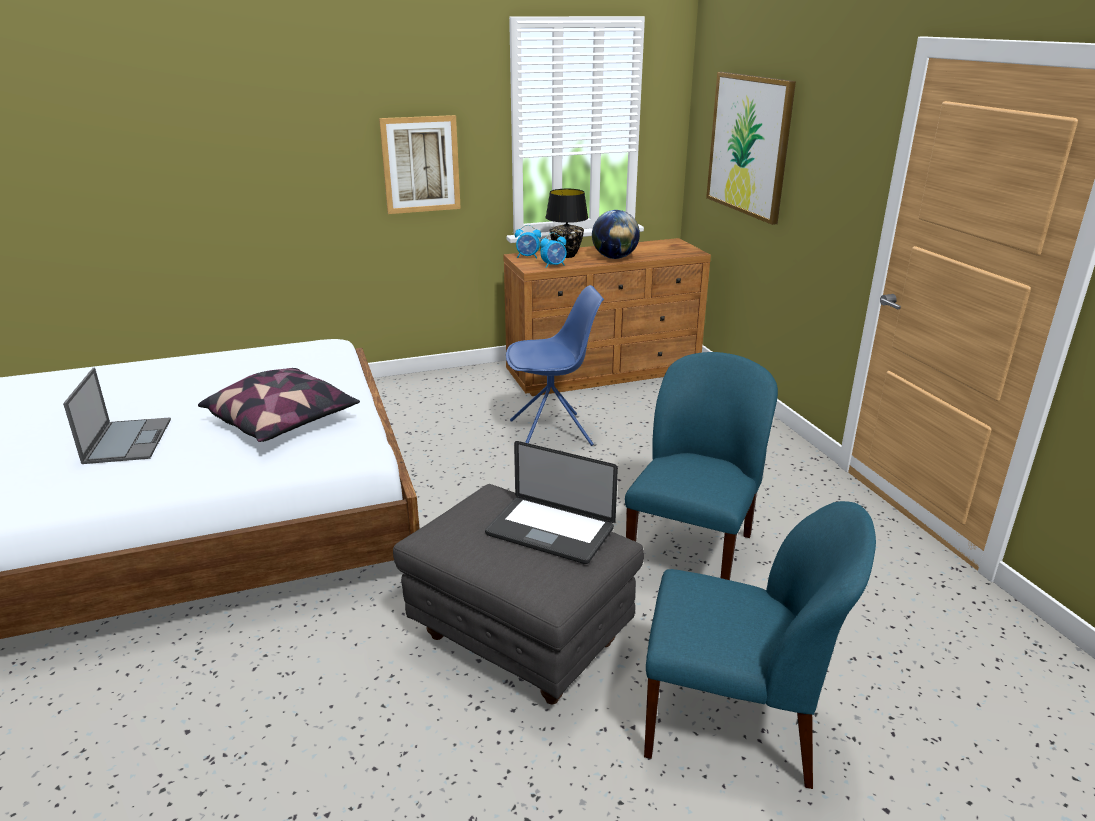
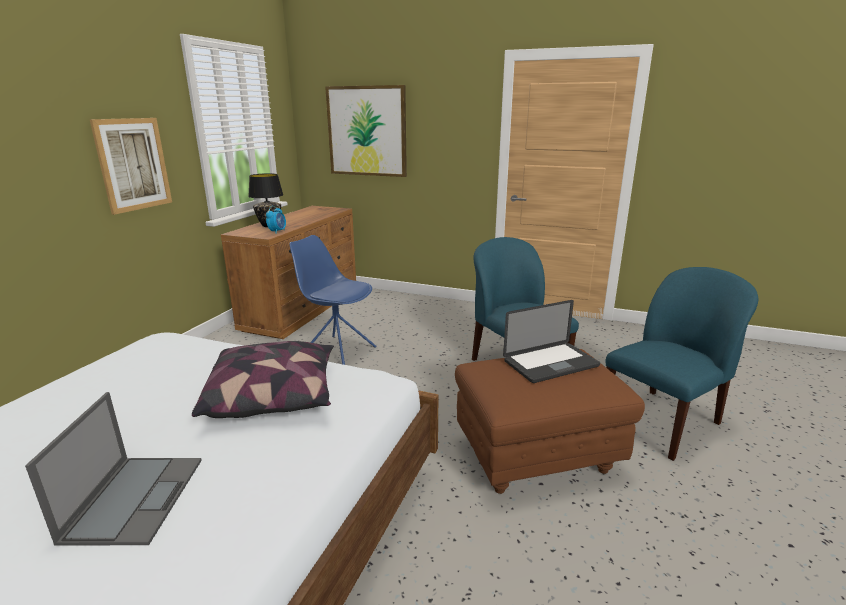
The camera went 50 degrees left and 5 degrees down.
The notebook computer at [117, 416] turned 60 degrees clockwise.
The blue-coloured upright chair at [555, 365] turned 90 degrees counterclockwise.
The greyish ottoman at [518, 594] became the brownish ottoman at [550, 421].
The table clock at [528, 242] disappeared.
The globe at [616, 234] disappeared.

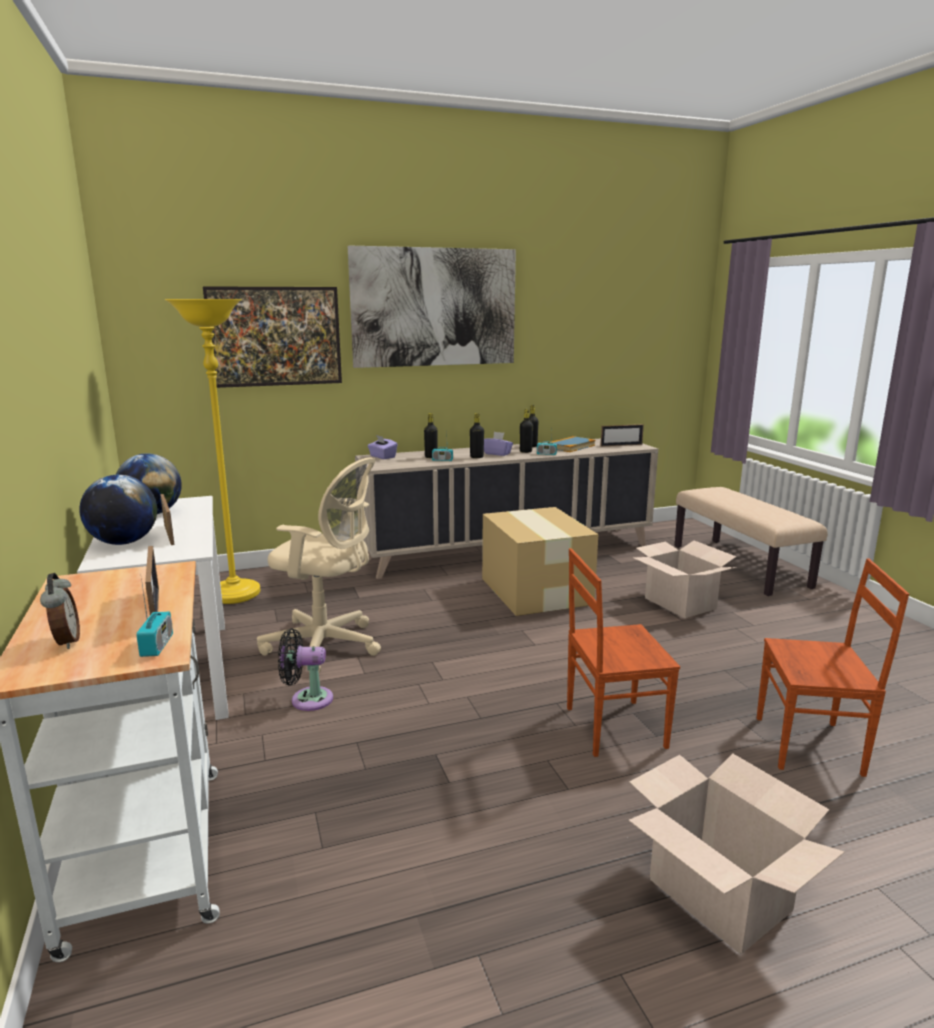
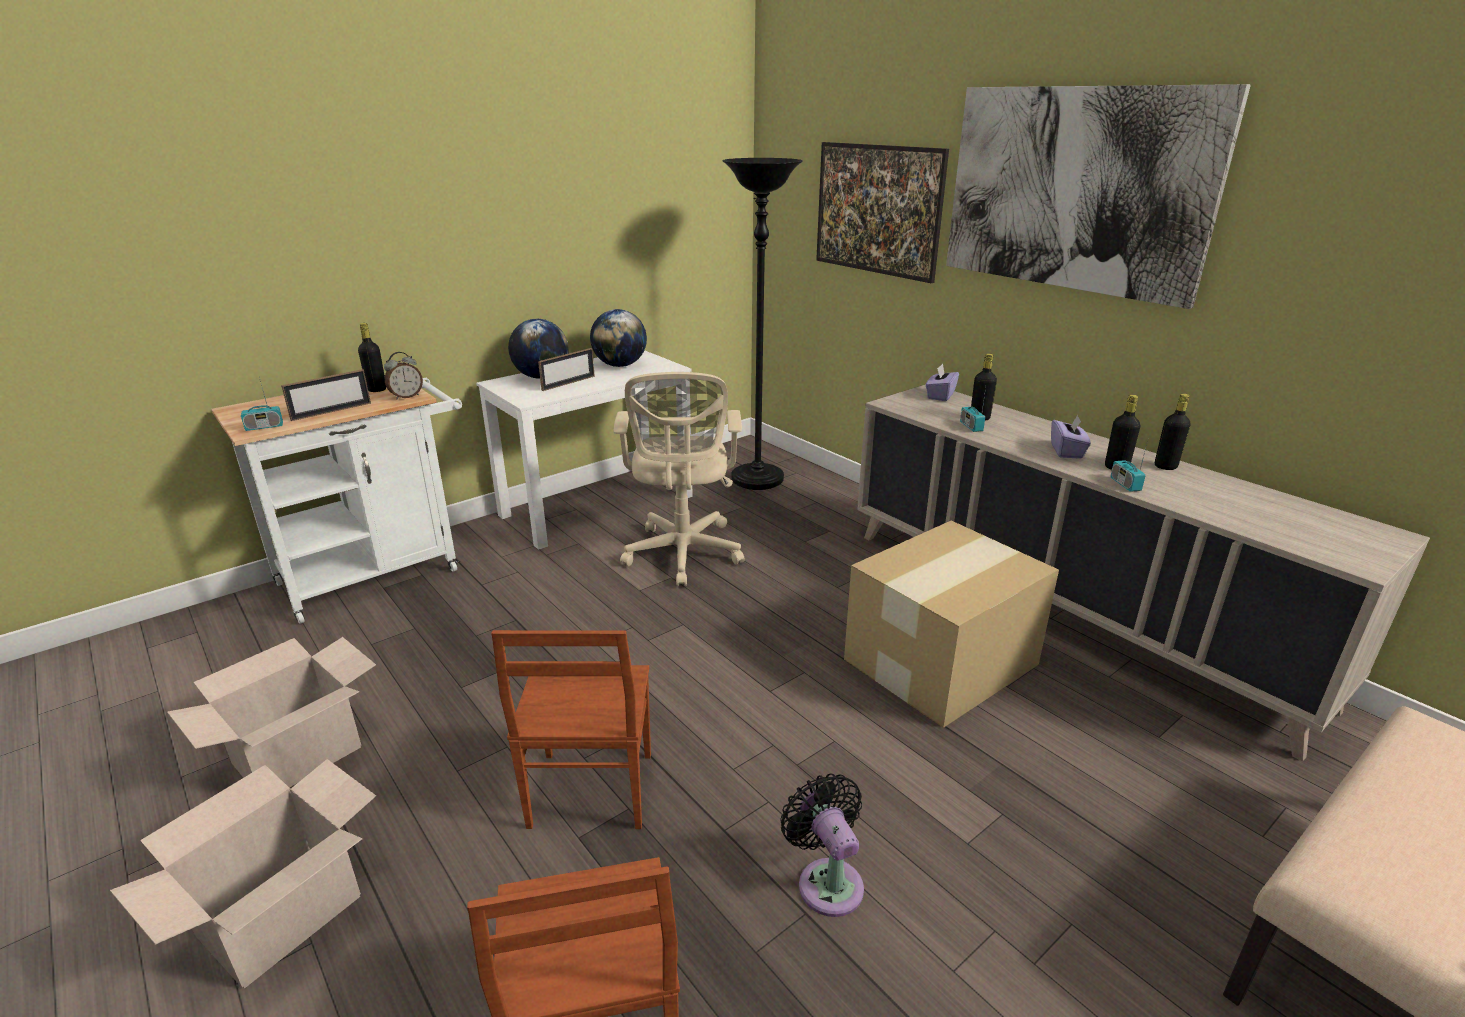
The camera went 70 degrees right and 10 degrees up.
The cardboard box moved from [685, 579] to [271, 712].
The black-coloured drink bottle moved from [477, 435] to [372, 357].
The table clock moved from [60, 611] to [403, 376].
The brownish upright chair at [623, 652] turned 150 degrees counterclockwise.
The yellow-coloured floor lamp at [212, 451] became the black-coloured floor lamp at [762, 324].
The black-coloured fan moved from [305, 670] to [822, 845].
The volume at [571, 444] disappeared.
The standing frame at [622, 435] disappeared.

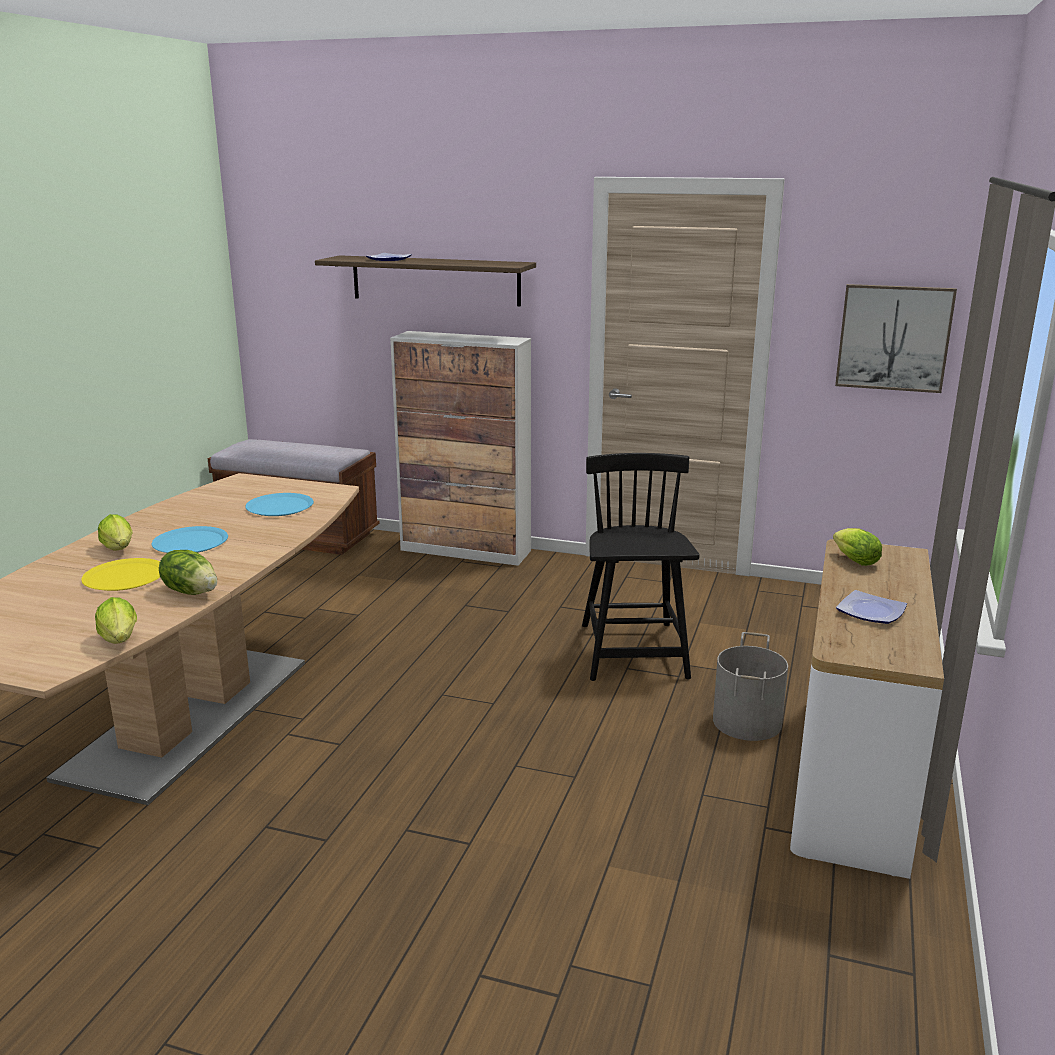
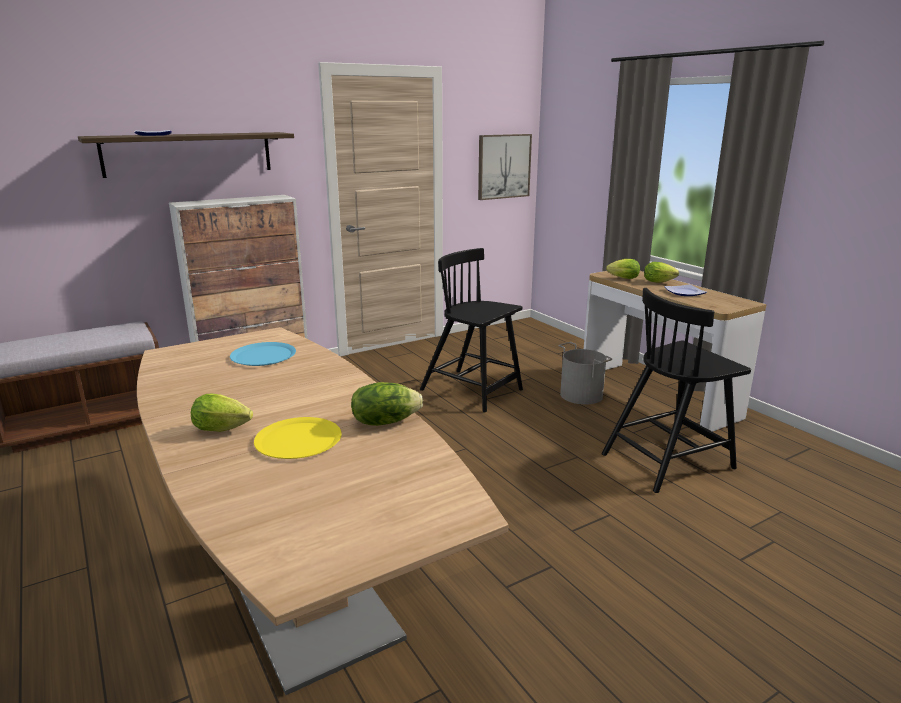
The camera went 50 degrees left and 0 degrees up.
The black-coloured upright chair at [676, 390] appeared.
The lettuce moved from [116, 620] to [661, 272].
The blue-coloured flat dish at [190, 539] disappeared.

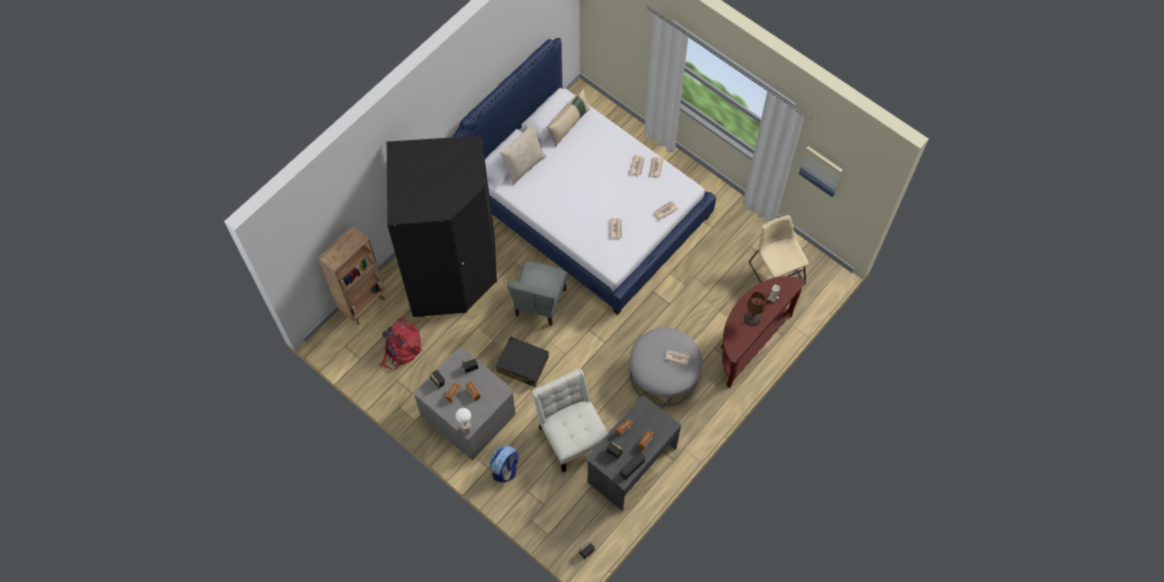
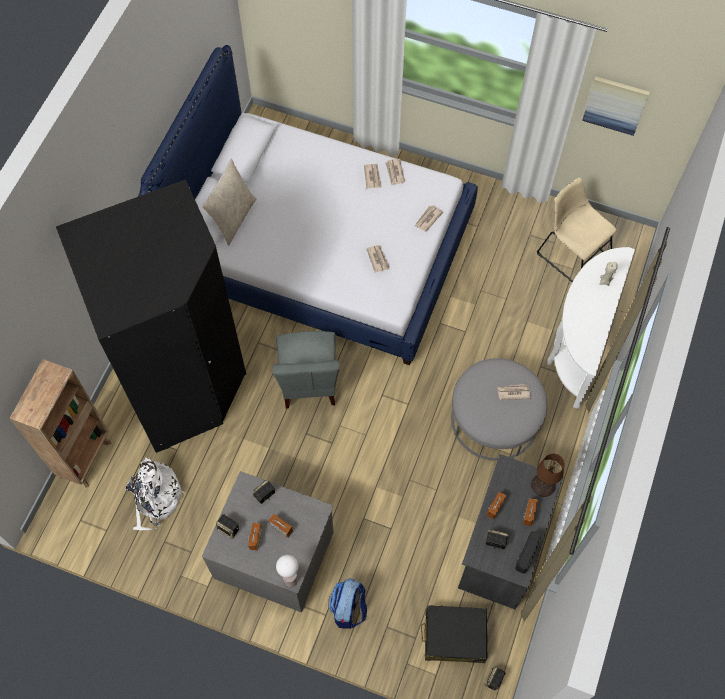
The camera went 20 degrees left and 0 degrees up.
The red backpack at [400, 343] became the white backpack at [155, 493].
The black-coloured suitcase moved from [522, 361] to [454, 634].
The brownish table lamp moved from [755, 309] to [548, 475].
The brownish hall table at [763, 332] became the white hall table at [591, 328].
The white upright chair at [570, 420] disappeared.
The sand-coloured throw pillow at [568, 117] disappeared.

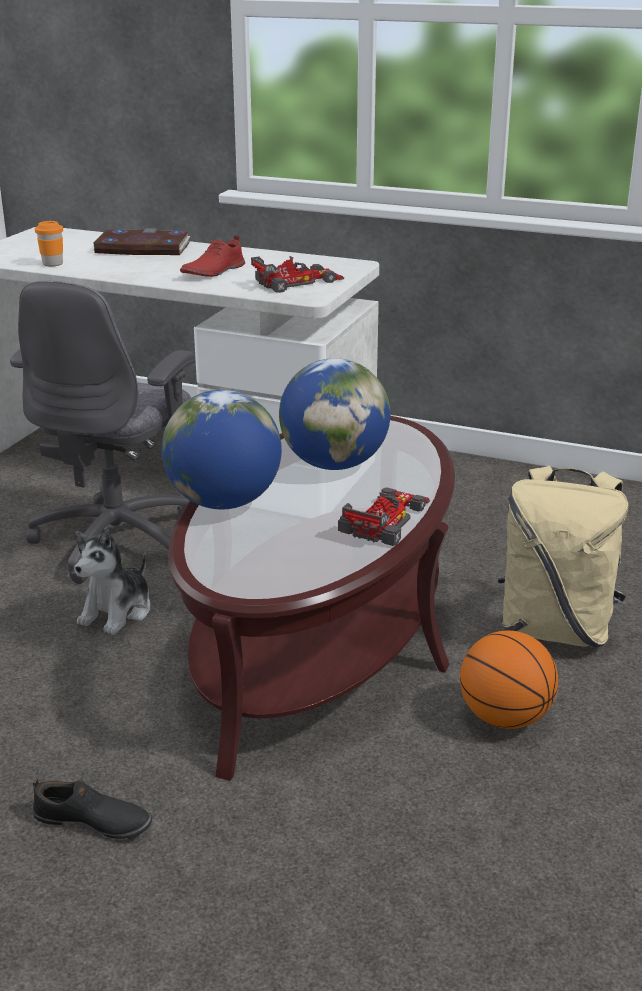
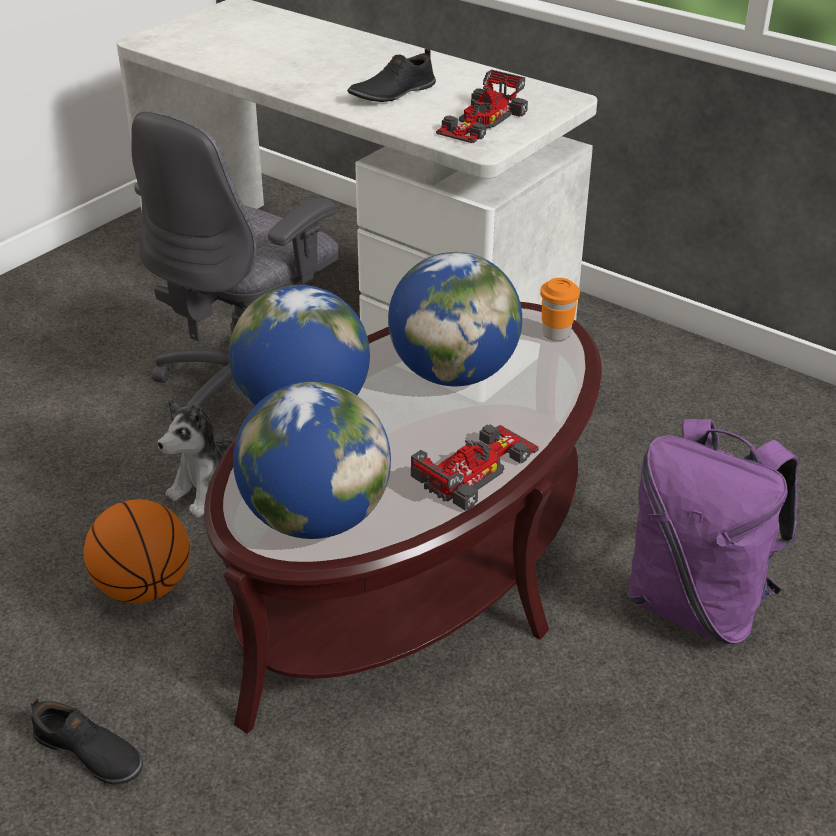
The camera went 15 degrees right and 10 degrees up.
The basketball moved from [509, 680] to [137, 551].
The globe at [312, 460] appeared.
The red item of footwear at [212, 256] became the black-coloured item of footwear at [391, 75].
The toy car at [297, 274] turned 135 degrees clockwise.
The orange-coloured cup moved from [49, 243] to [560, 309].
The sand-coloured backpack at [563, 556] became the purple-coloured backpack at [713, 531].
The volume at [141, 241] disappeared.

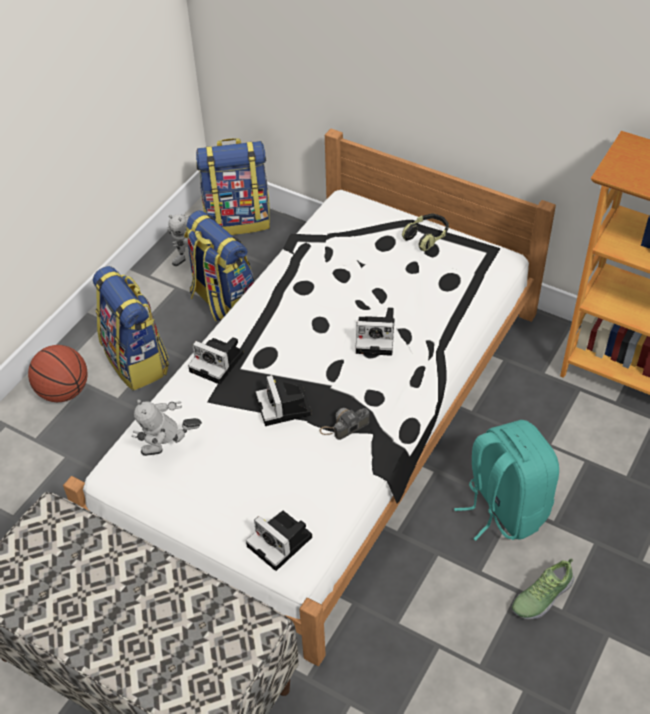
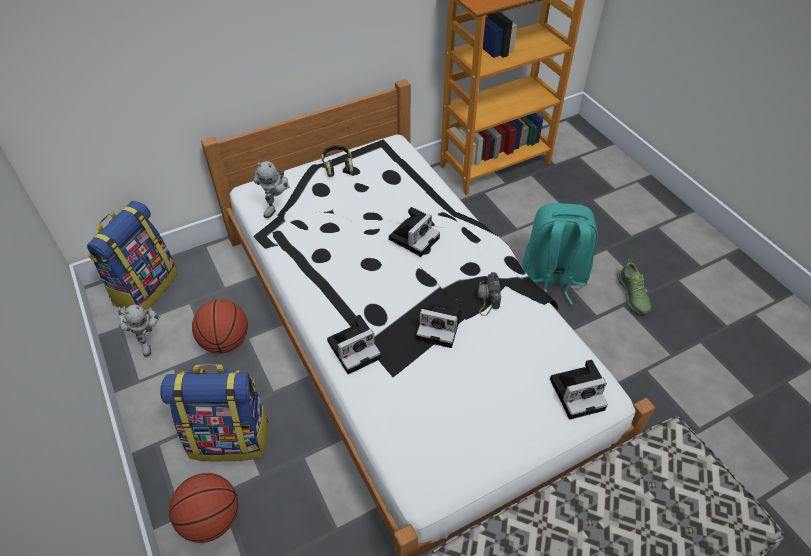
The camera went 60 degrees left and 0 degrees up.
The backpack at [219, 265] was replaced by the basketball at [220, 326].
The model robot moved from [167, 427] to [271, 189].

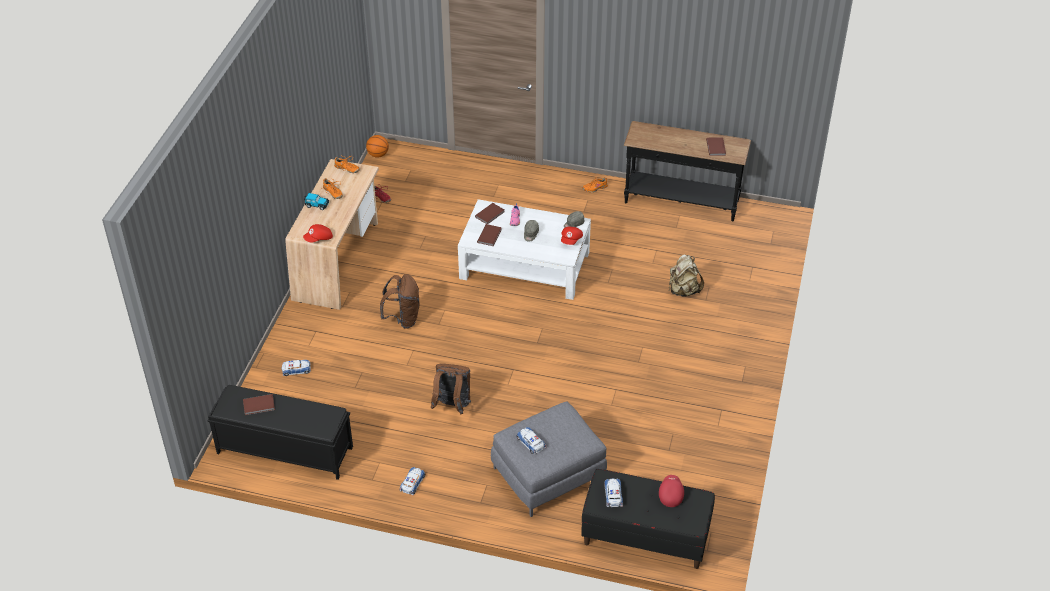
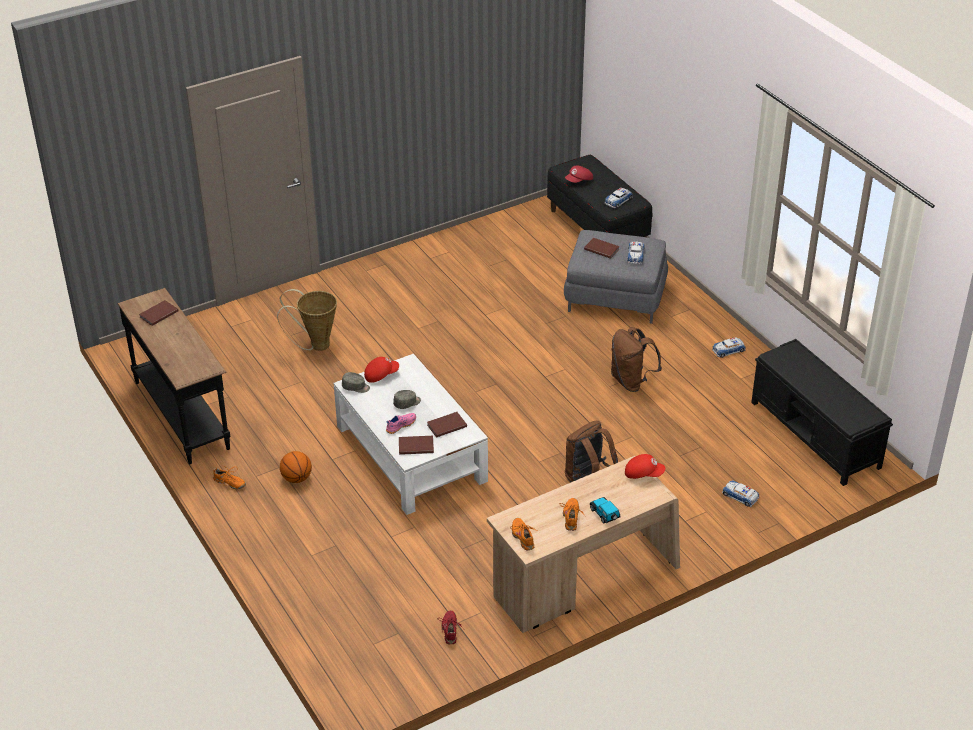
The camera went 135 degrees left and 5 degrees down.
The sand-coloured backpack at [686, 275] was replaced by the storage basket at [307, 320].
The basketball moved from [377, 146] to [296, 467].
The brownish volume moved from [259, 404] to [602, 248].

